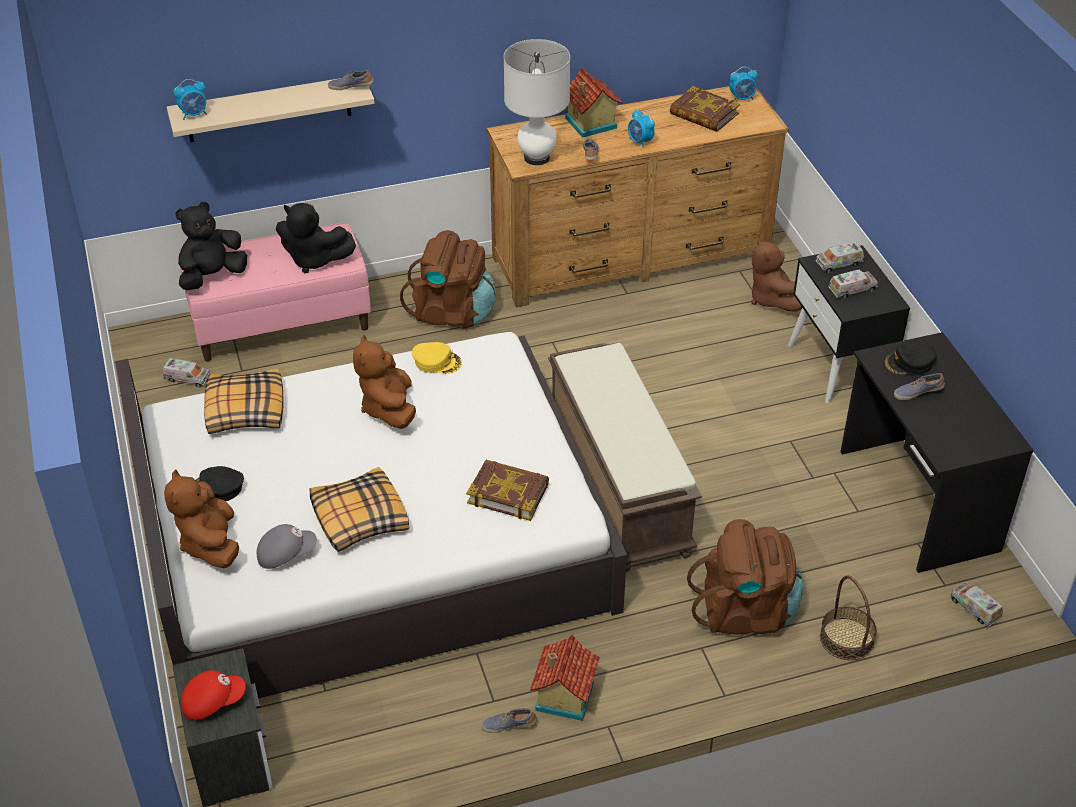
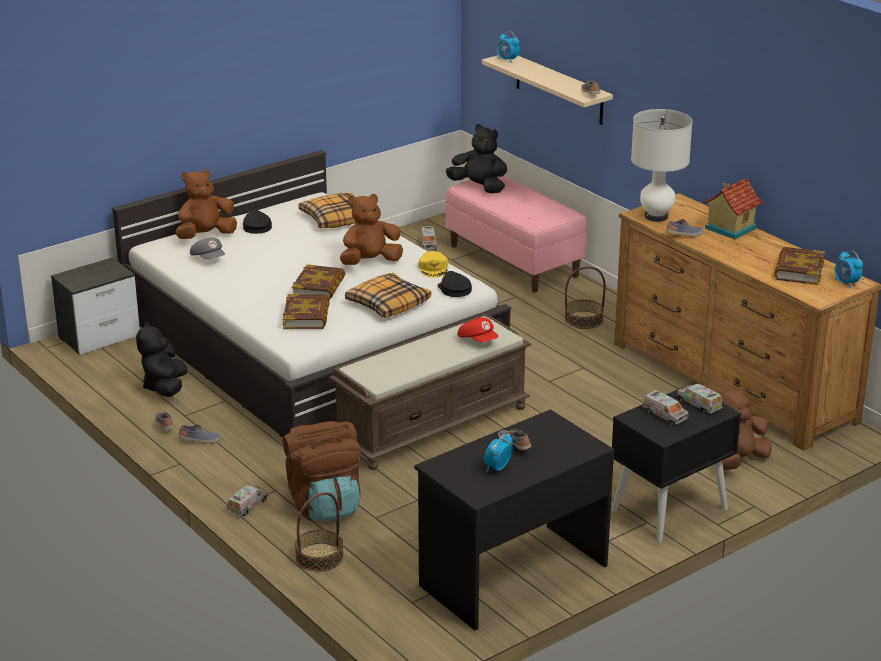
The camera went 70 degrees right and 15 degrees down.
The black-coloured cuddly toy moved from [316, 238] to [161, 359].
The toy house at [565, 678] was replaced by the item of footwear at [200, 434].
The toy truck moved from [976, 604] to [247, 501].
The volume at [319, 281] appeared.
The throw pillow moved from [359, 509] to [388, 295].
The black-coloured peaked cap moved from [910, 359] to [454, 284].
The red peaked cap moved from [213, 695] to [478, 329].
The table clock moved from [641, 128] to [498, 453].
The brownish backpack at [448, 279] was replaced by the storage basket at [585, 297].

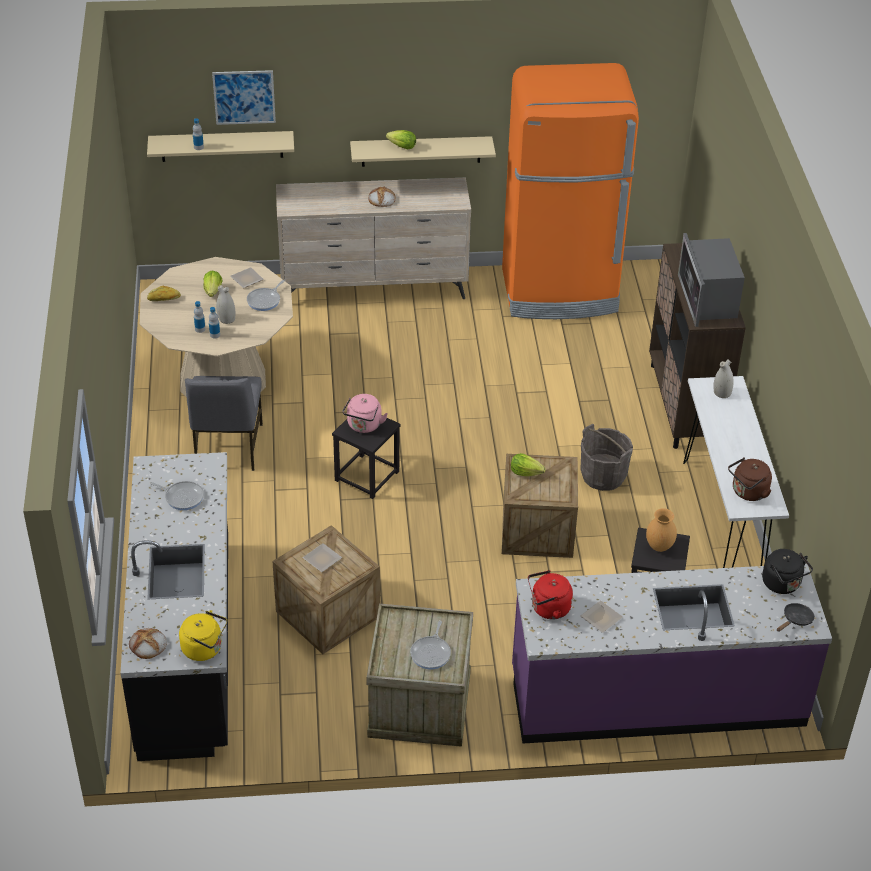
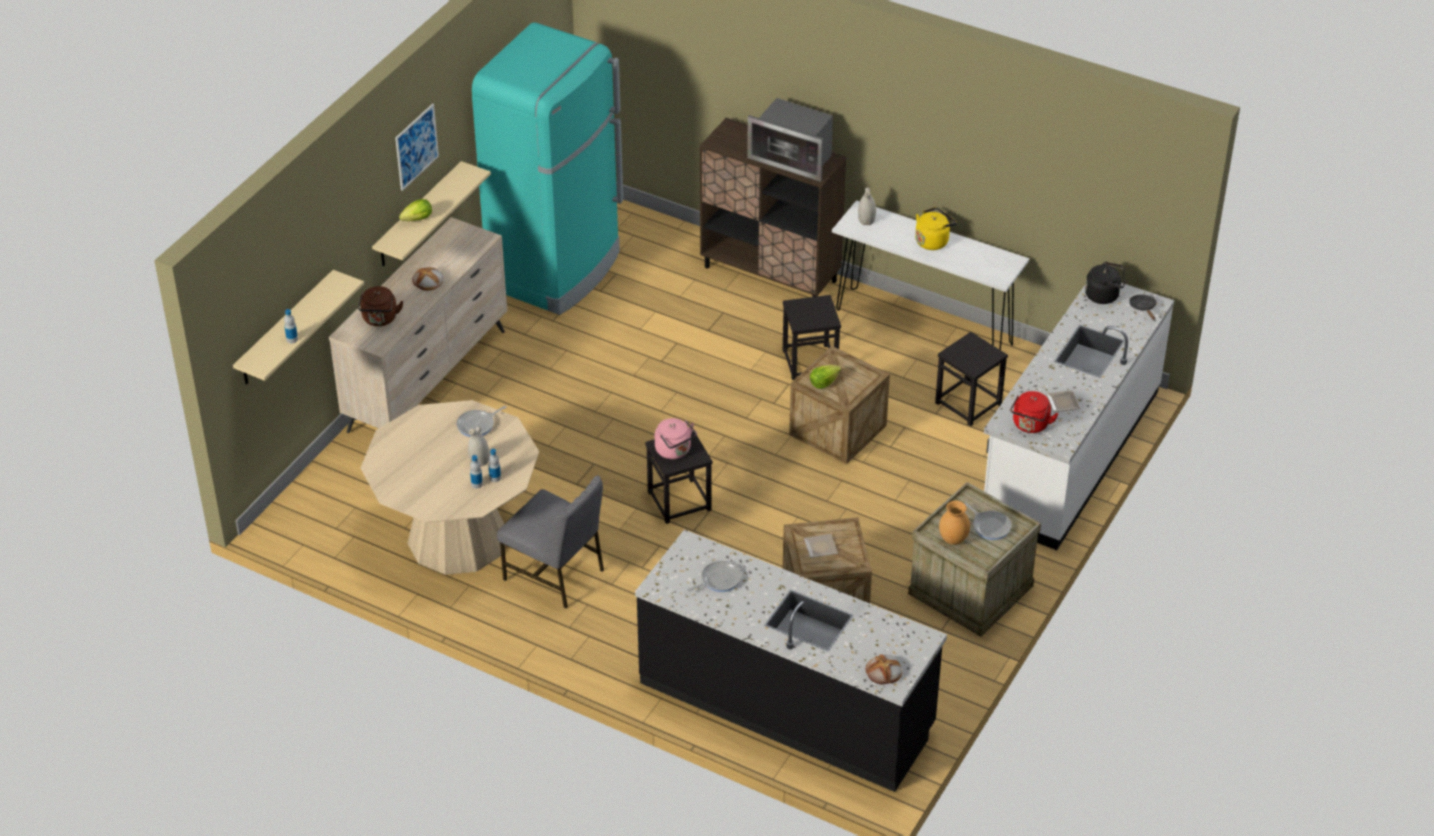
The camera went 55 degrees left and 0 degrees up.
The brownish tea kettle moved from [750, 479] to [381, 306].
The wall art moved from [244, 97] to [417, 147].
The pan at [266, 295] turned 75 degrees clockwise.
The orange-coloured fridge at [570, 191] became the blue-green fridge at [547, 168].
The greyish water bucket at [606, 457] was replaced by the black-coloured stool at [812, 337].
The yellow-coloured tea kettle moved from [203, 635] to [936, 228].
The brownish decorative vase moved from [661, 530] to [954, 523].
The purple-coloured kitchen base unit at [672, 654] became the white kitchen base unit at [1079, 416].
The bakery bread at [164, 293] disappeared.
The lettuce at [213, 284] disappeared.
The flat dish at [247, 277] disappeared.

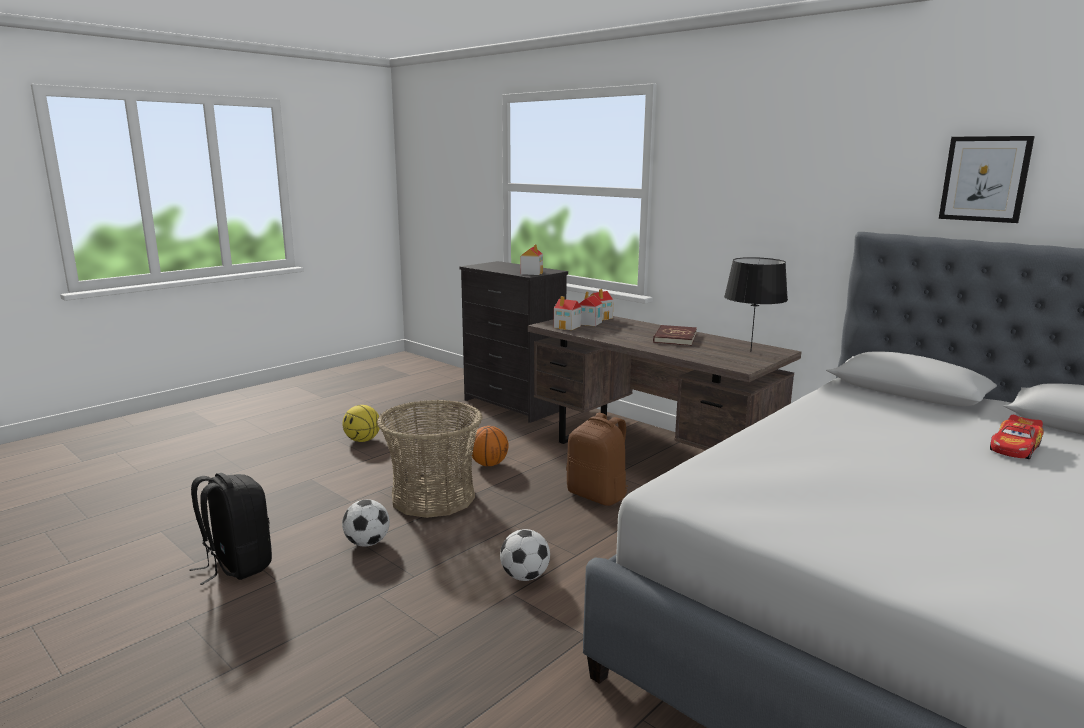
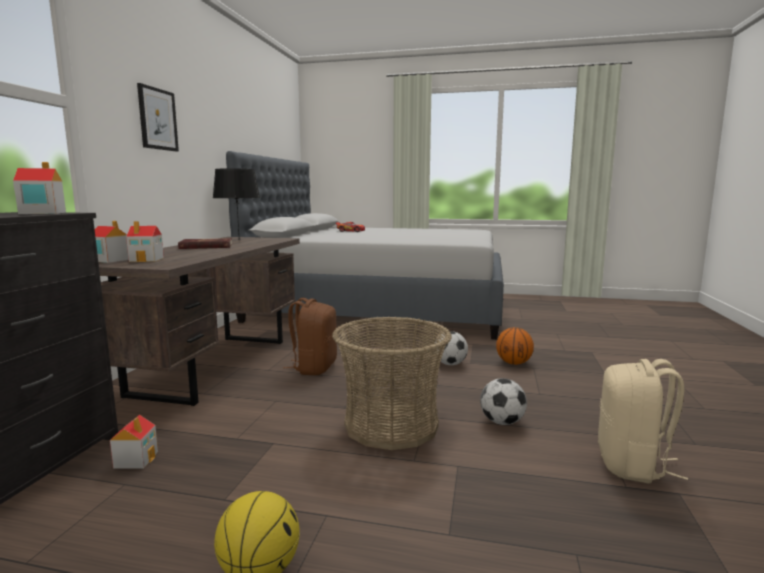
The camera went 120 degrees left and 5 degrees down.
The toy house moved from [567, 313] to [134, 442].
The wall art moved from [987, 179] to [158, 117].
The basketball moved from [489, 446] to [515, 346].
The black-coloured backpack at [231, 529] became the sand-coloured backpack at [643, 421].

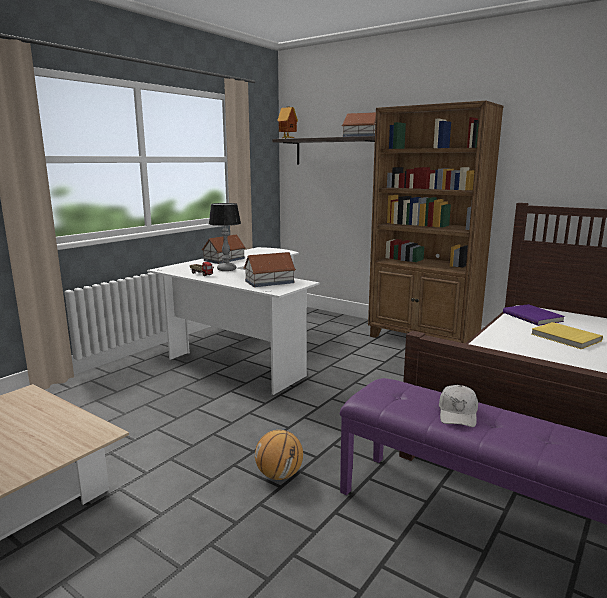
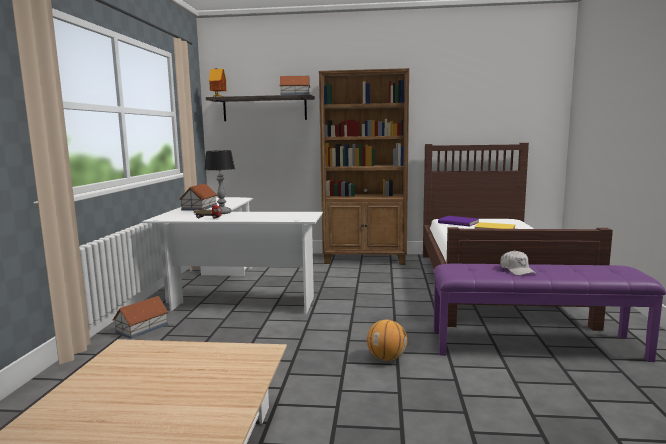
The camera went 30 degrees left and 5 degrees down.
The toy house moved from [270, 269] to [140, 317].

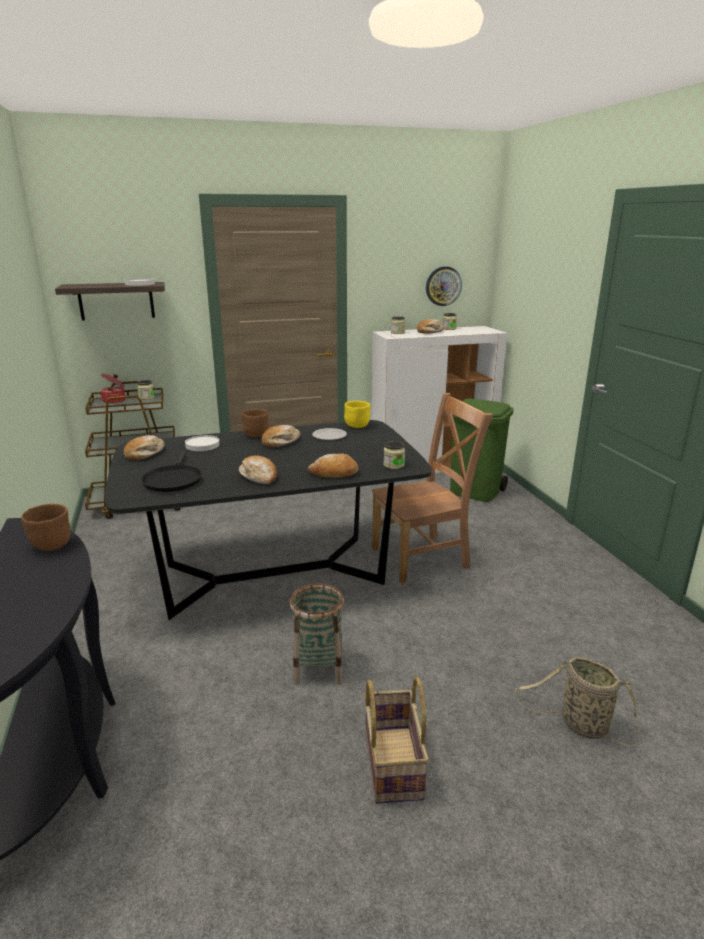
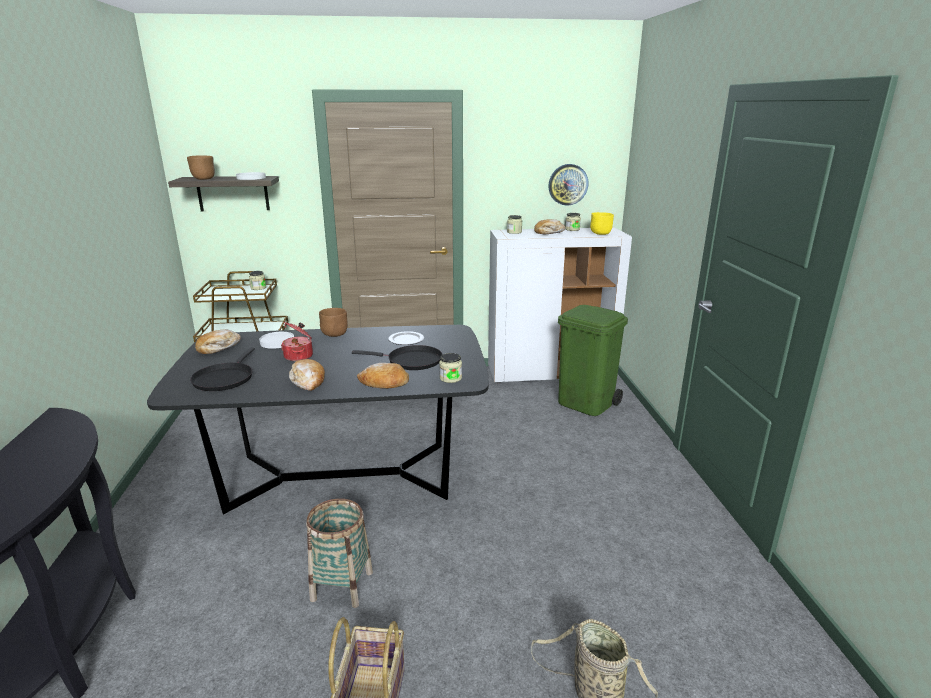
The camera went 10 degrees right and 0 degrees up.
The brownish deep dish moved from [45, 527] to [201, 168].
The saucepot moved from [113, 388] to [297, 341].
The black-coloured pan at [397, 357] appeared.
The yellow-coloured deep dish moved from [357, 414] to [602, 223].
The bakery bread at [281, 436] disappeared.
The brownish upright chair at [432, 488] disappeared.

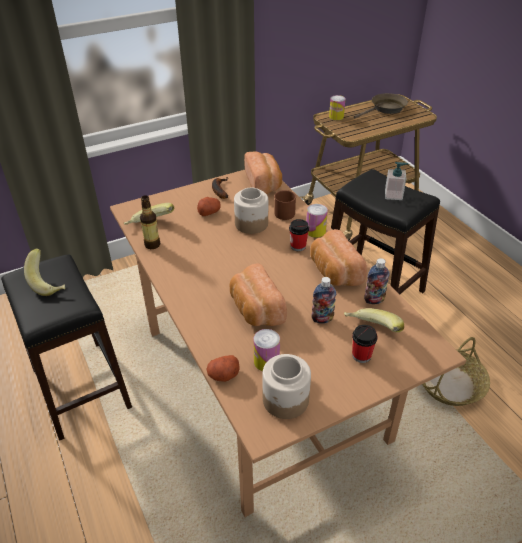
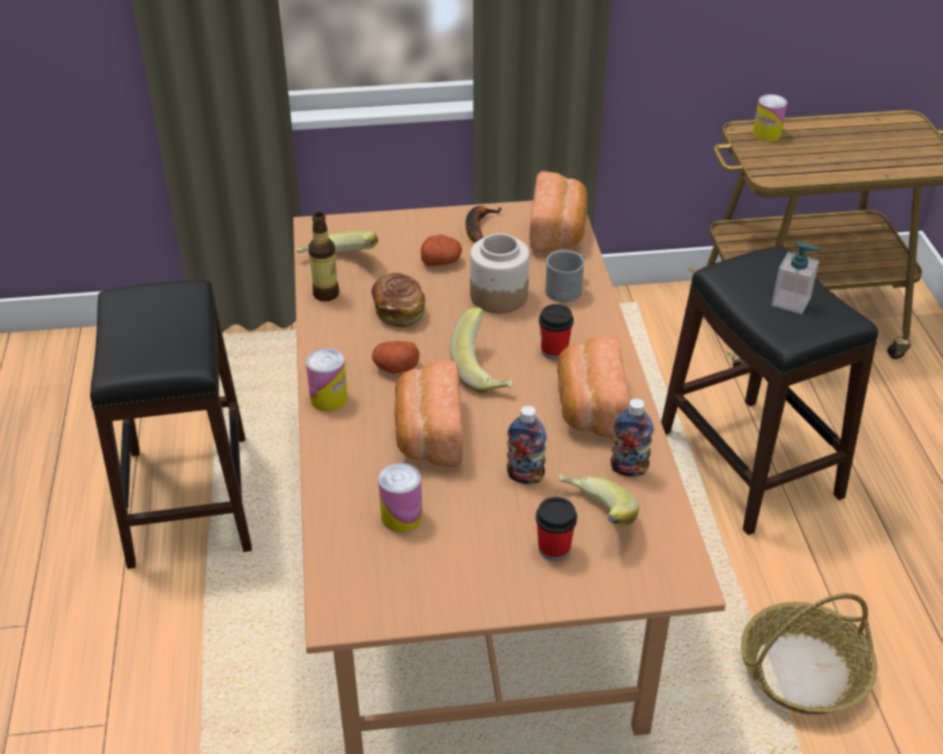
The camera went 20 degrees right and 0 degrees up.
The sealed can moved from [317, 221] to [327, 379].
The bakery bread at [398, 300] appeared.
The spud moved from [223, 368] to [395, 357].
The whole banana moved from [44, 272] to [481, 350].
The brownish coffee mug at [285, 205] became the greyish coffee mug at [565, 276].
The storage jar at [286, 386] disappeared.
The brownish pan at [381, 106] disappeared.

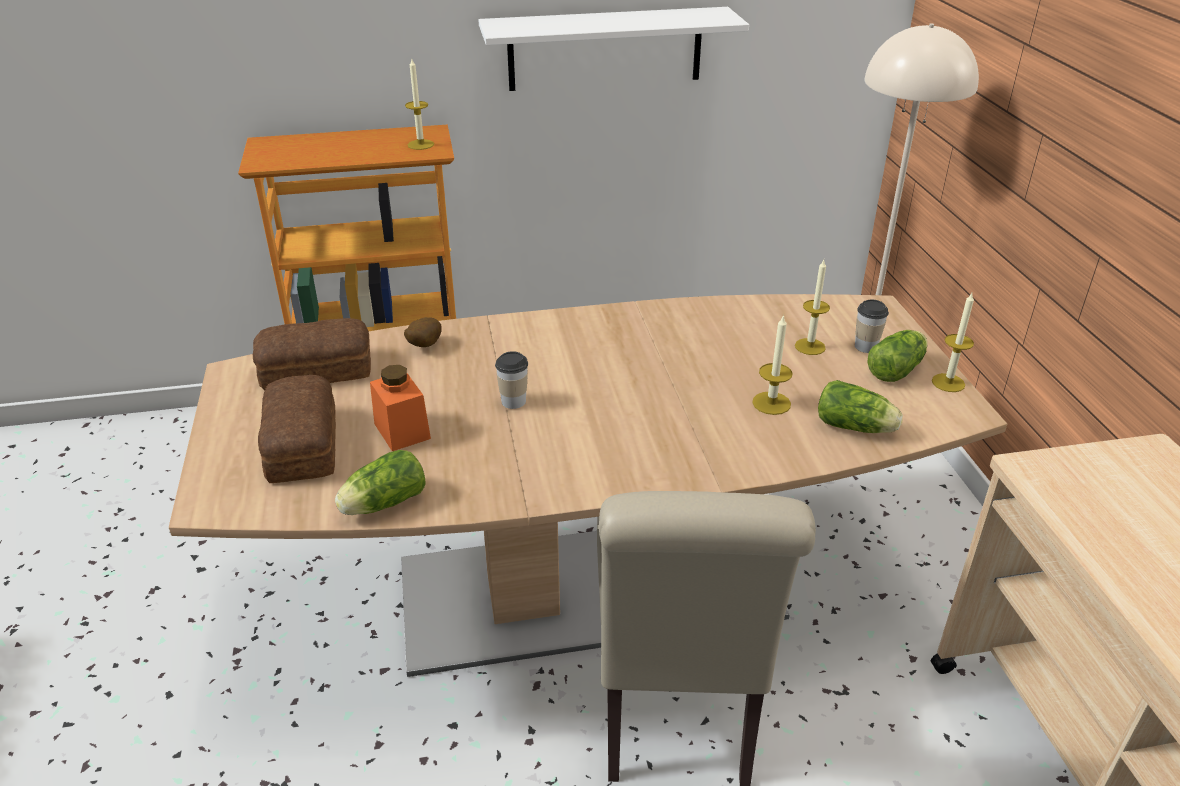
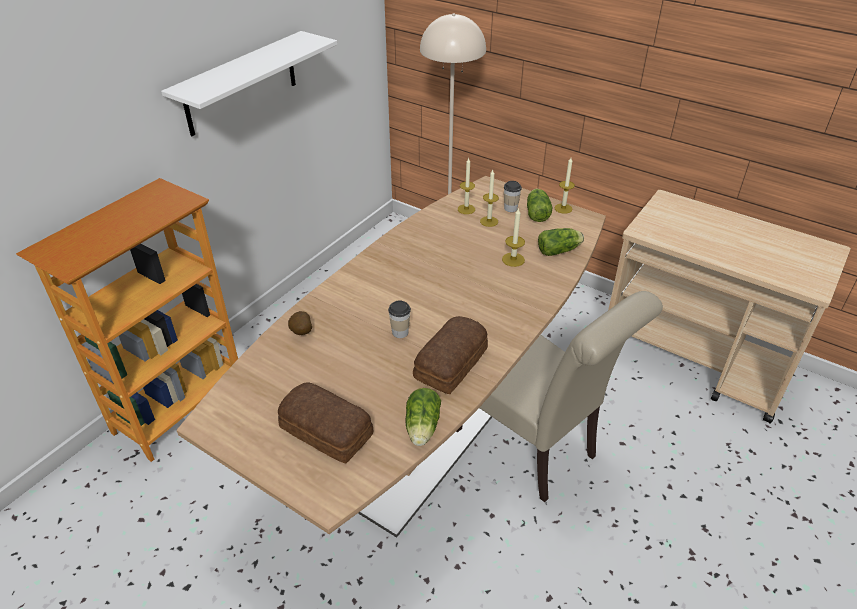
The camera went 45 degrees left and 5 degrees up.
The bakery bread moved from [312, 354] to [450, 355].
The wax candle moved from [419, 104] to [466, 185].
The orange-coloured storage jar at [400, 408] disappeared.

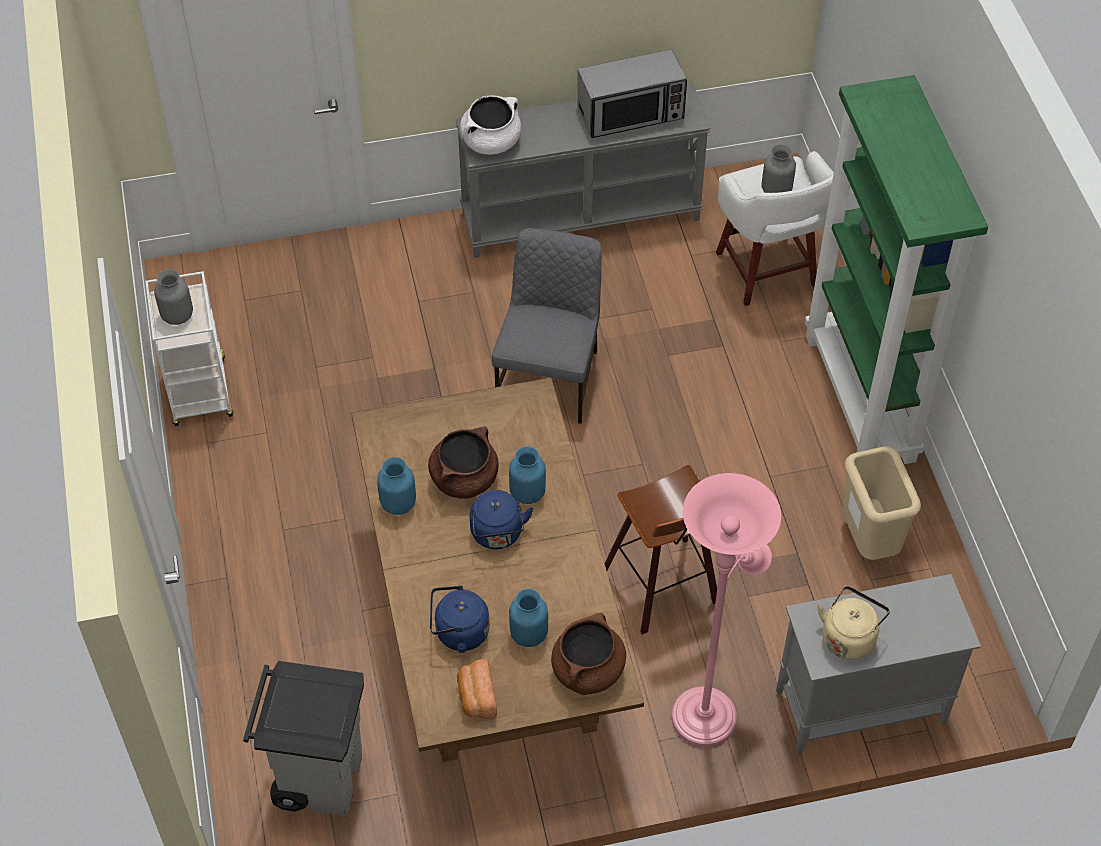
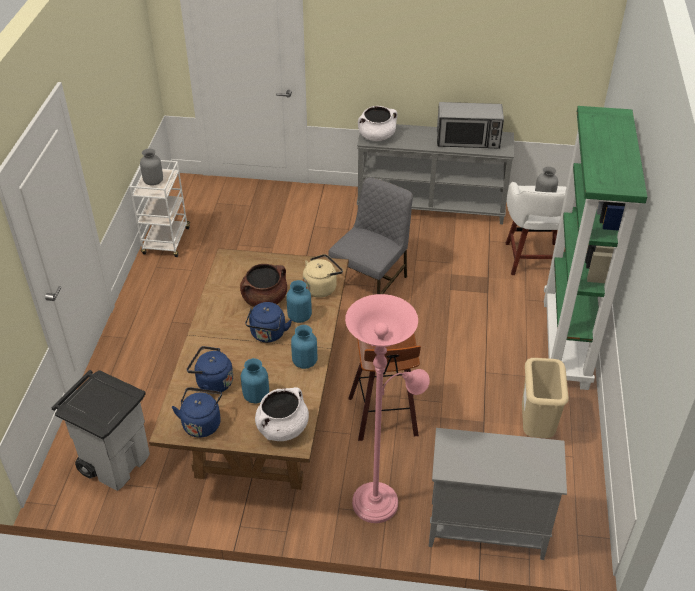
The camera went 20 degrees right and 10 degrees down.
The bakery bread at [477, 689] was replaced by the blue-coloured tea kettle at [197, 413].
The brownish saucepot at [588, 654] became the white saucepot at [282, 414].
The blue-coloured decorative vase moved from [396, 486] to [304, 347].
The sand-coloured tea kettle moved from [853, 623] to [323, 276].

